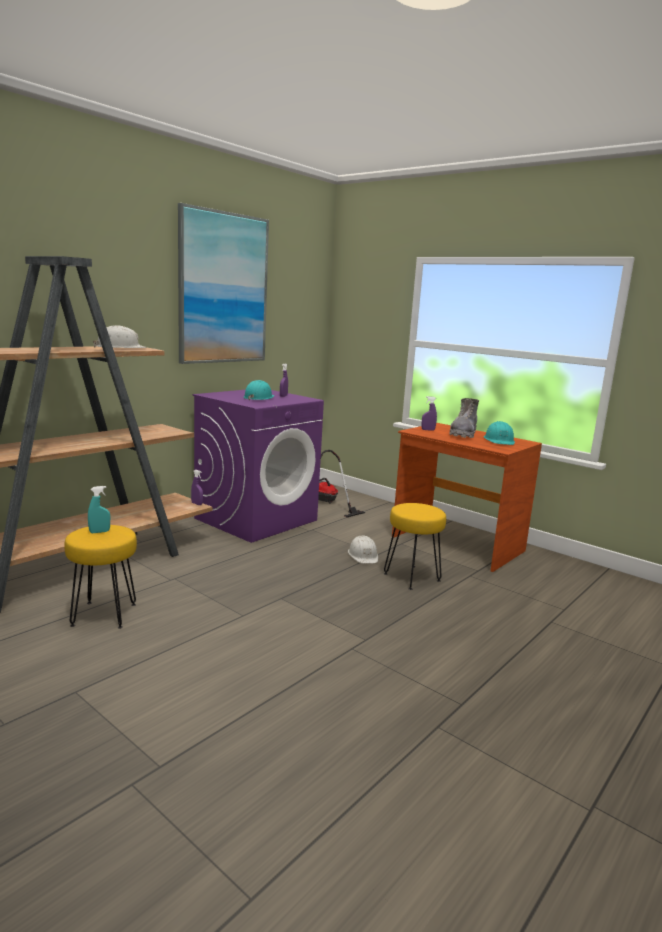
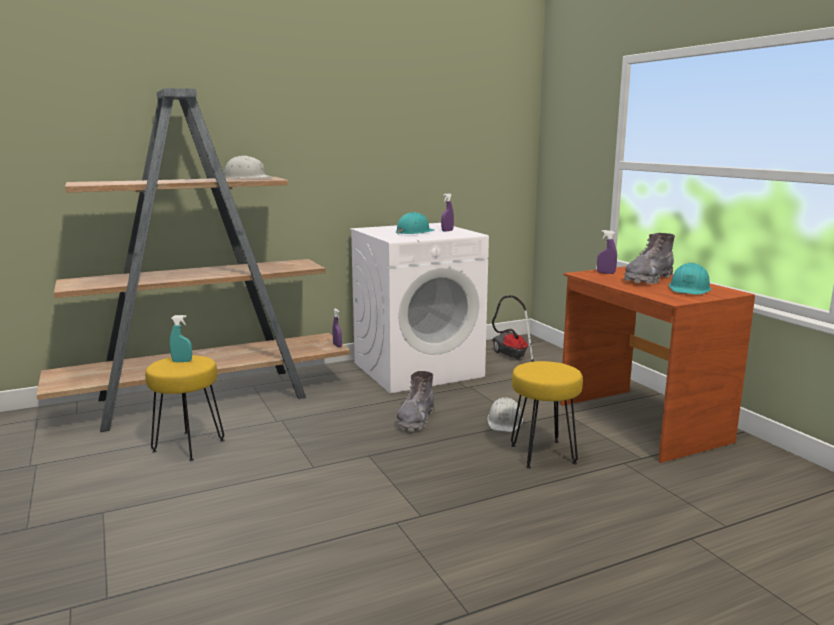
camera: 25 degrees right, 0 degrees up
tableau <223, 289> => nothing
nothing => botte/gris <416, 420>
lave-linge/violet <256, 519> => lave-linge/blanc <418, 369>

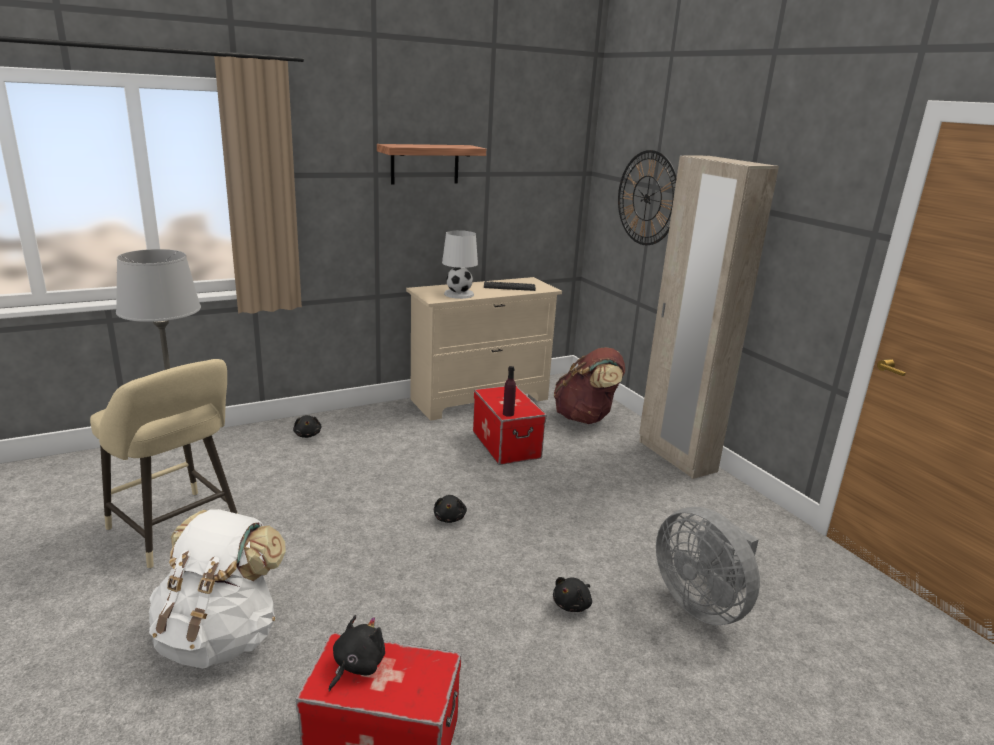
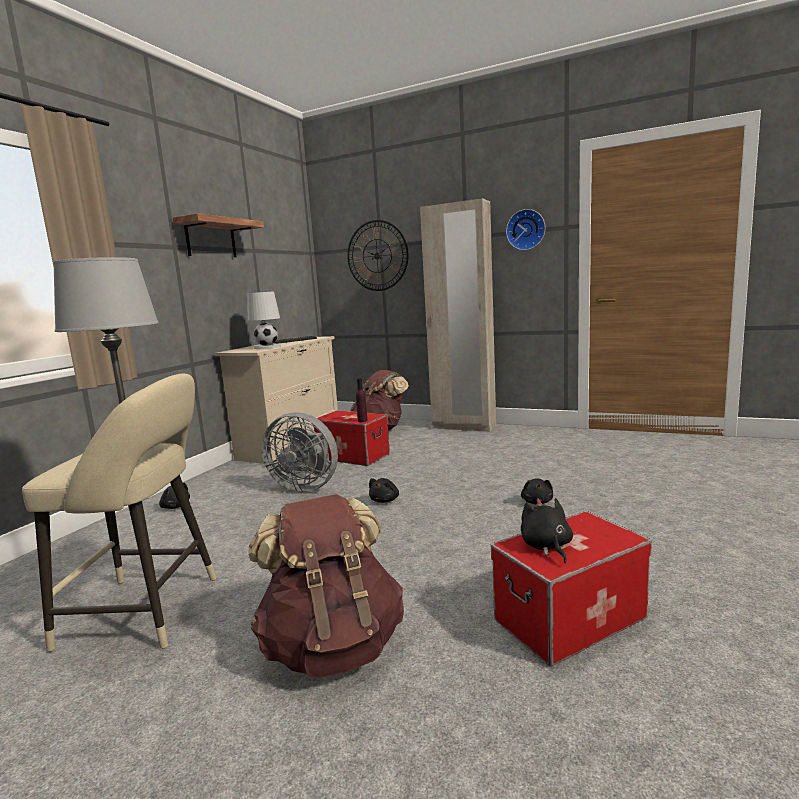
camera: 35 degrees left, 10 degrees down
nothing => horloge murale <526, 230>
ventilateur/gris <702, 603> => ventilateur/gris <306, 486>, shifted
sac à dos/blanc <220, 637> => sac à dos/marron <333, 646>
peluche/noir <450, 518> => peluche/noir <385, 500>, 60 degrees clockwise

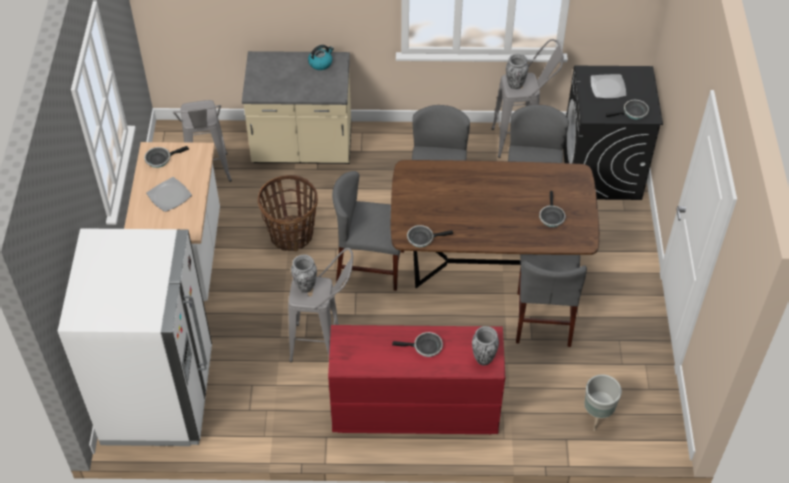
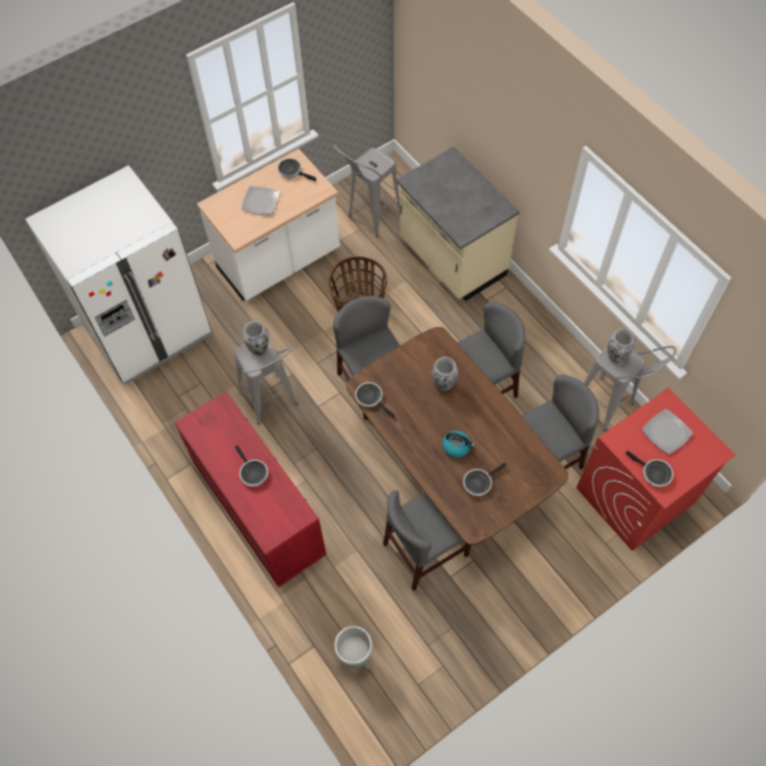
camera: 55 degrees right, 10 degrees up
bouilloire <320, 63> => bouilloire <457, 447>, shifted
vase <483, 358> => vase <443, 385>, shifted
lave-linge/noir <601, 171> => lave-linge/rouge <635, 496>

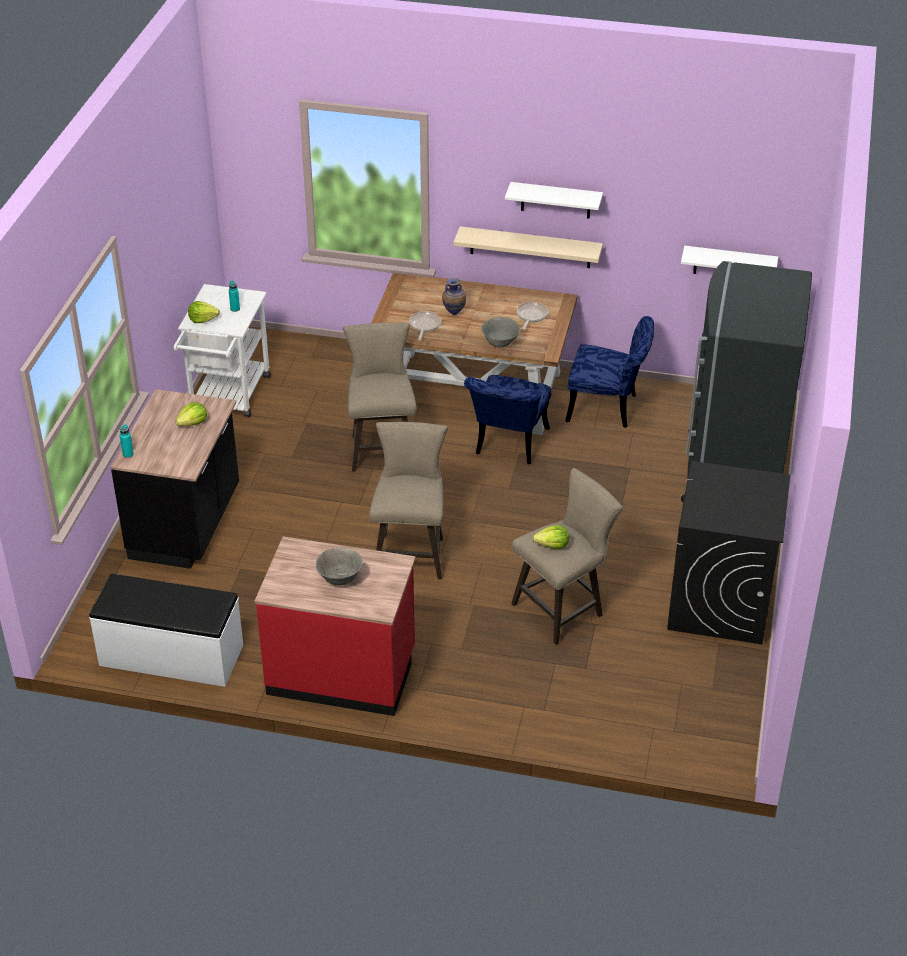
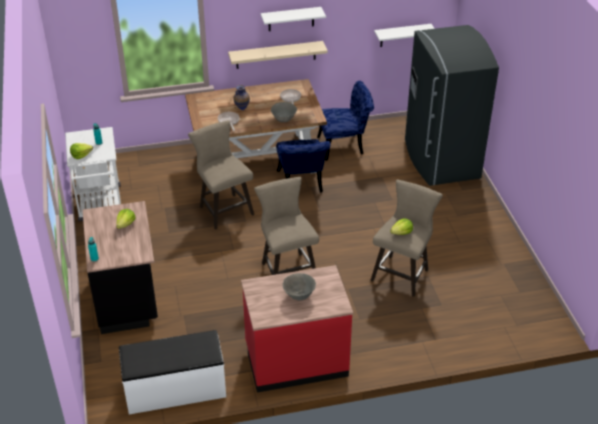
camera: 25 degrees left, 0 degrees up
lave-linge/noir <720, 603> => nothing

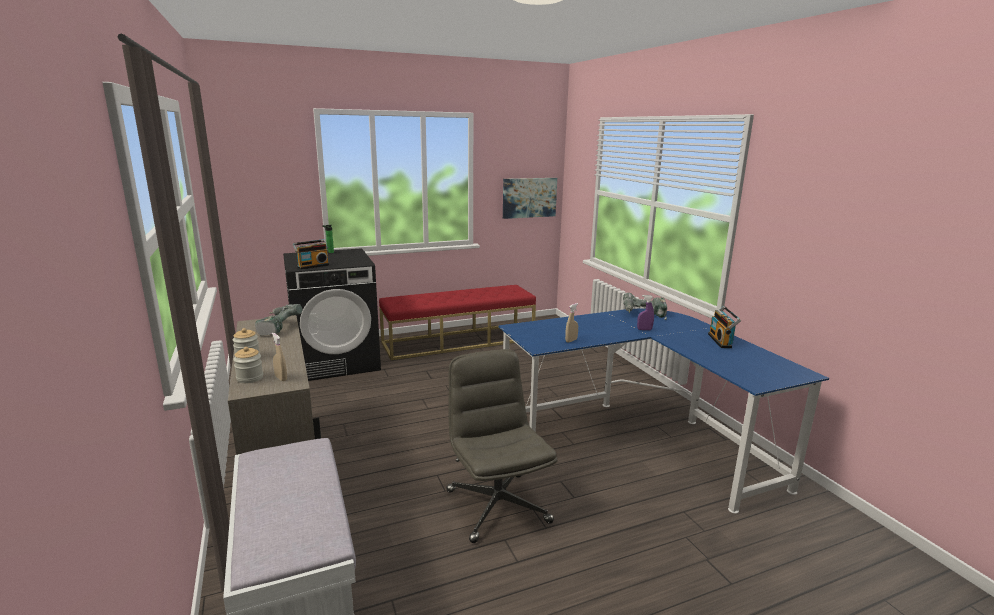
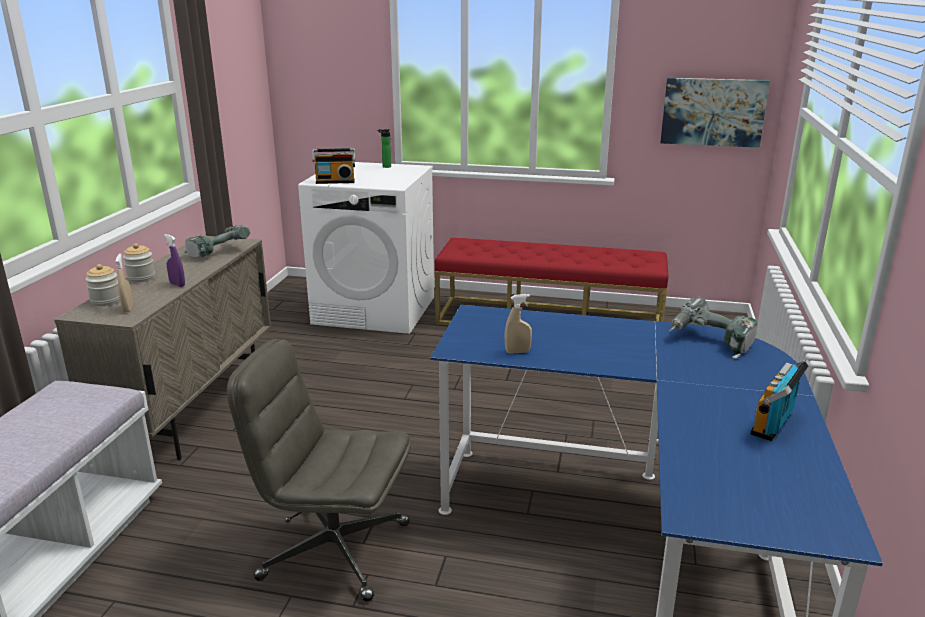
camera: 35 degrees right, 5 degrees up
vaporisateur/violet <644, 329> => vaporisateur/violet <177, 285>, shifted
lave-linge/noir <336, 361> => lave-linge/blanc <375, 310>
chaise de bureau/gris <497, 505> => chaise de bureau/gris <333, 550>, 90 degrees counterclockwise

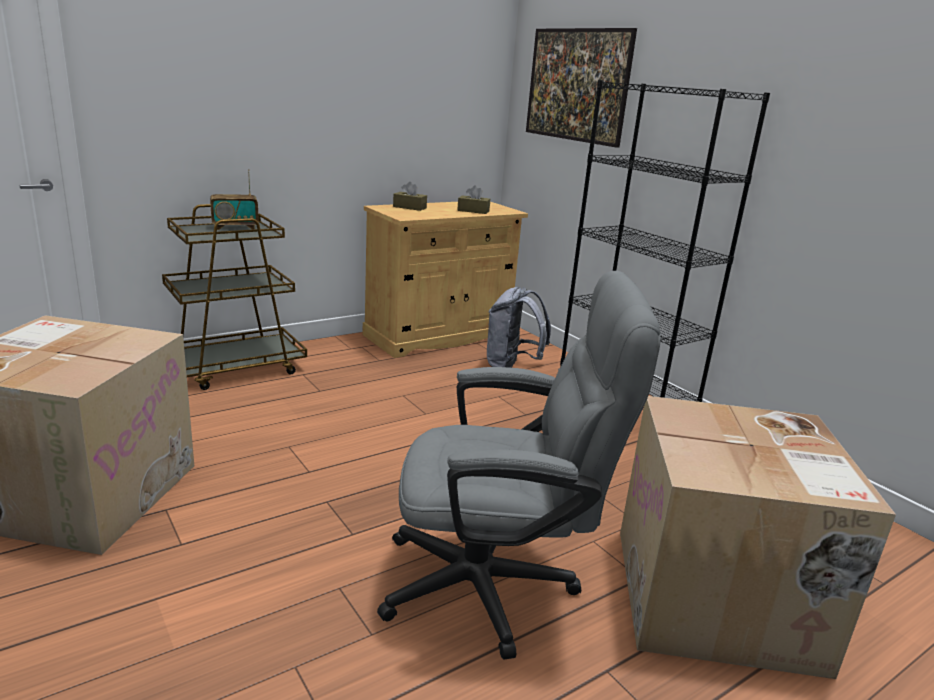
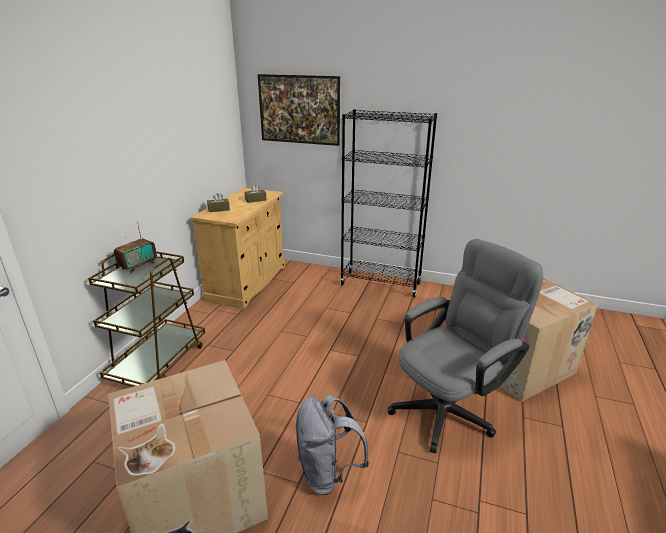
camera: 35 degrees left, 5 degrees up
sac à dos/gris <512, 367> => sac à dos/gris <328, 473>, shifted

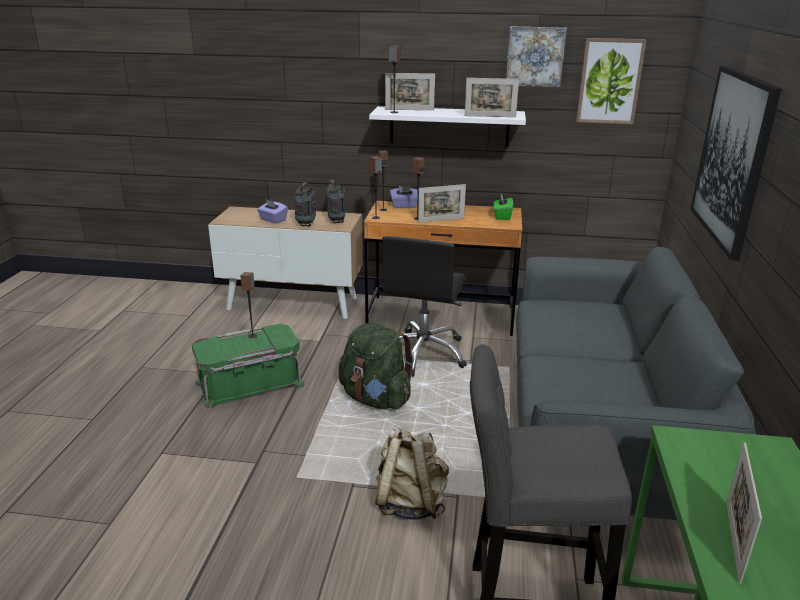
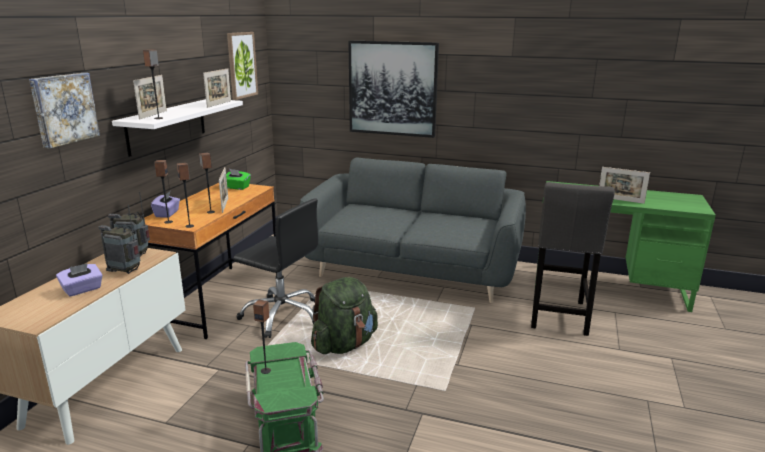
camera: 80 degrees left, 5 degrees down
sac à dos/beige <410, 503> => nothing
tableau <535, 56> => tableau <63, 109>, shifted

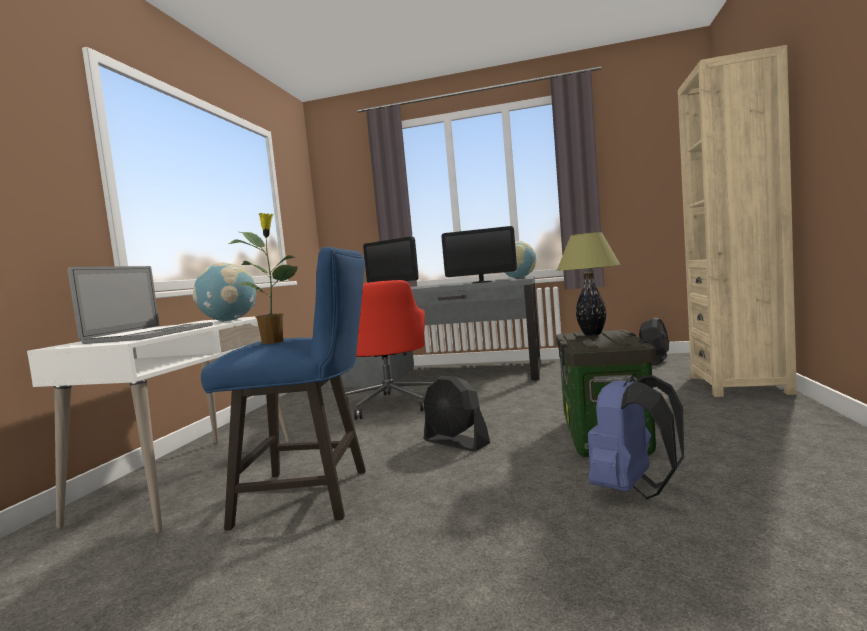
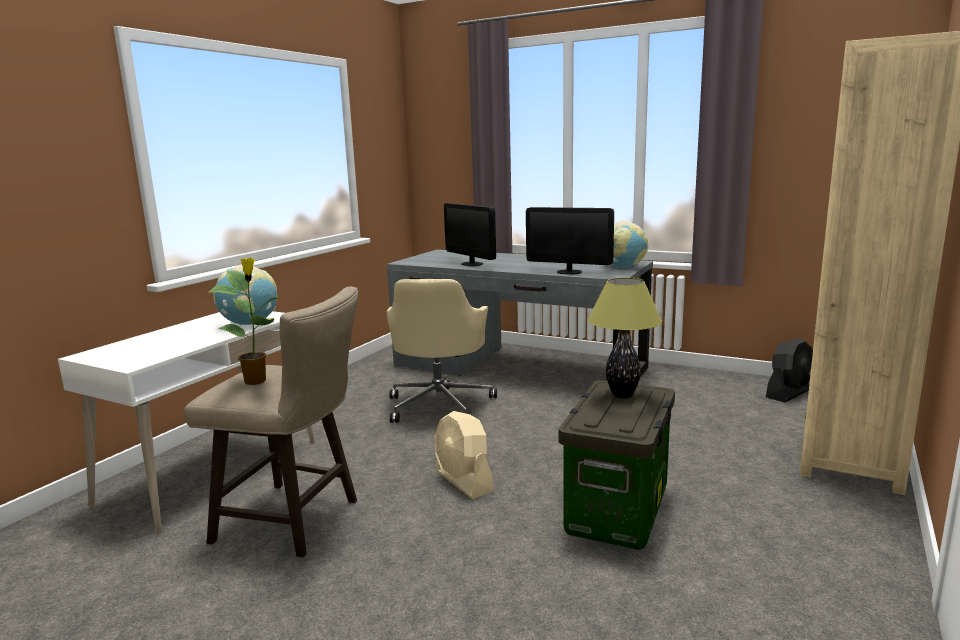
camera: 15 degrees right, 10 degrees up
ordinateur portable <151, 334> => nothing
sac à dos/bleu <633, 490> => nothing
tabouret/bleu <314, 495> => tabouret/beige <296, 521>
chaise de bureau/rouge <391, 403> => chaise de bureau/beige <440, 404>
ventilateur/noir <456, 442> => ventilateur/beige <463, 481>

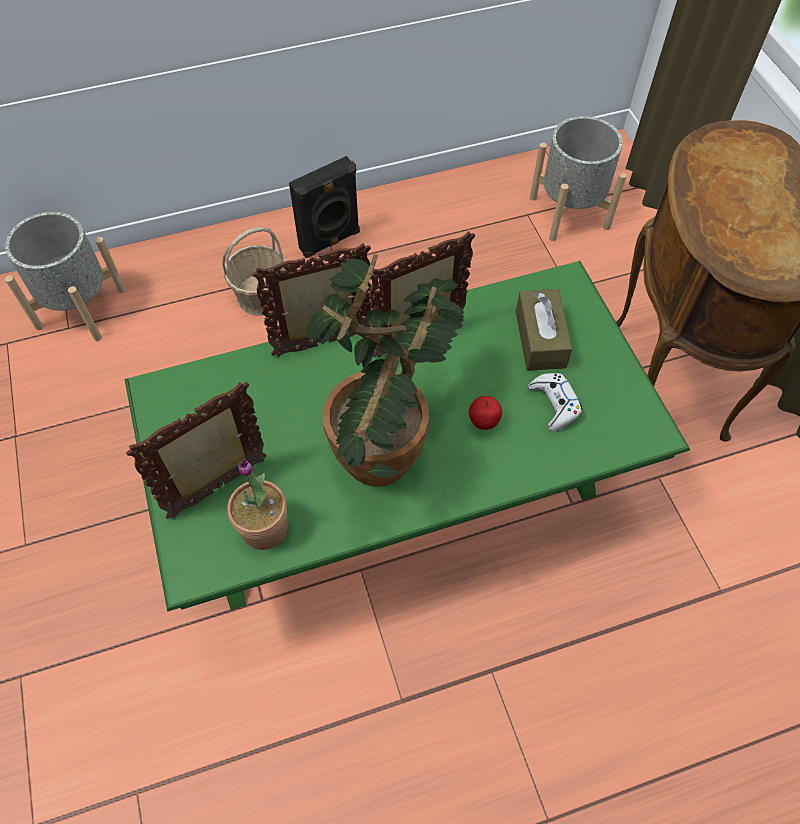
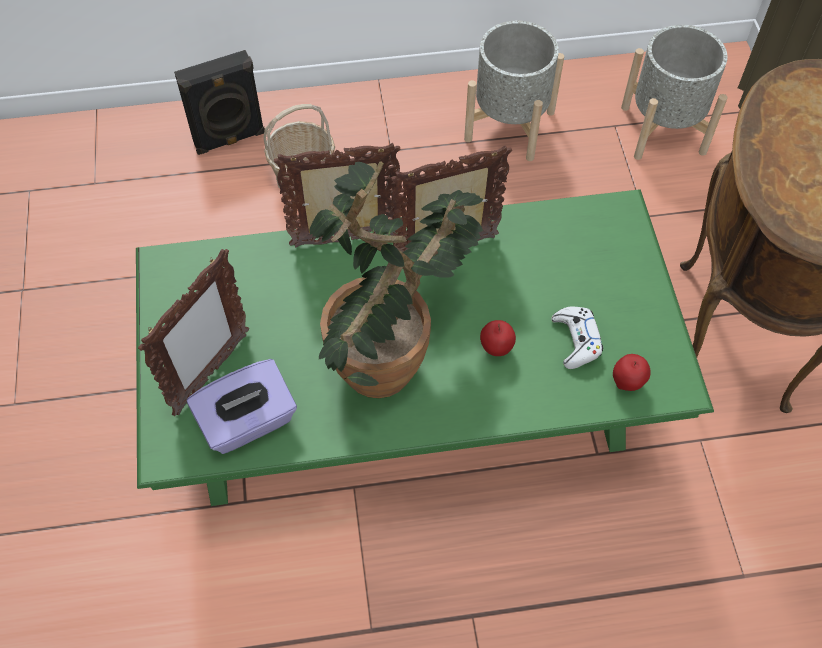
camera: 10 degrees right, 0 degrees up
boîte à mouchoirs/marron <540, 339> => nothing
nothing => pomme <627, 383>
cache-pot/gris <82, 308> => cache-pot/gris <510, 126>, shifted
enceinte/noir <330, 242> => enceinte/noir <230, 140>, shifted
plante en pot <264, 529> => boîte à mouchoirs/violet <248, 422>
cadre photo <220, 488> => cadre photo <211, 374>, 150 degrees clockwise

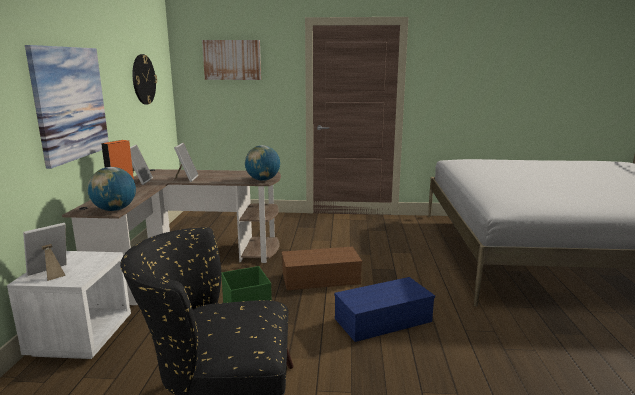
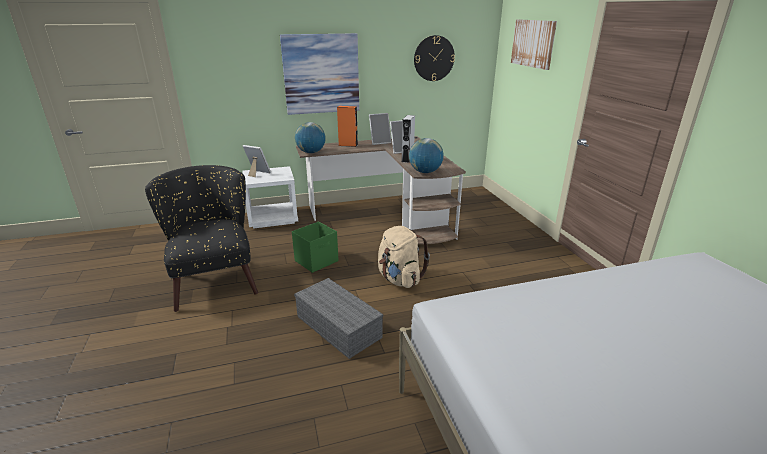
camera: 70 degrees right, 10 degrees up
nothing => enceinte/gris <407, 159>
boîte de rangement/marron <321, 278> => sac à dos/beige <399, 279>
boîte de rangement/bleu <383, 319> => boîte de rangement/gris <340, 327>

